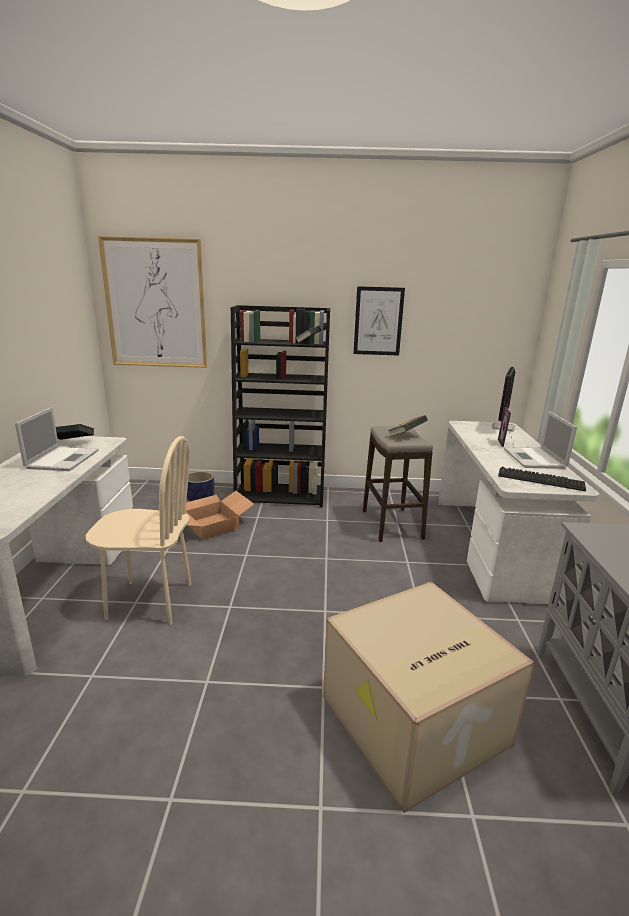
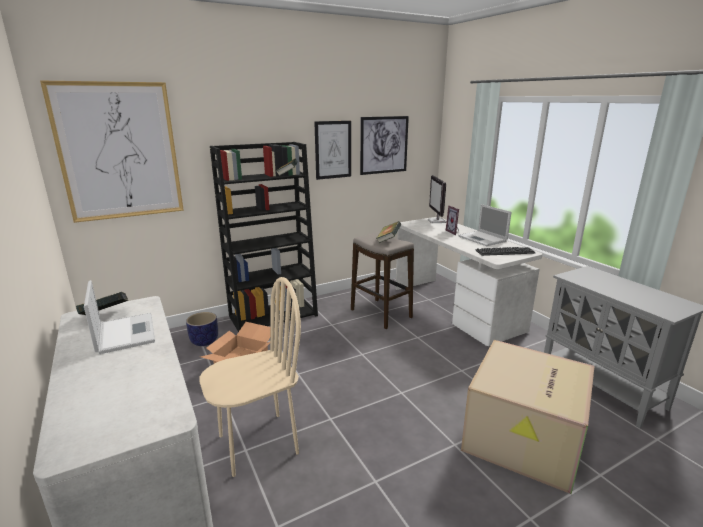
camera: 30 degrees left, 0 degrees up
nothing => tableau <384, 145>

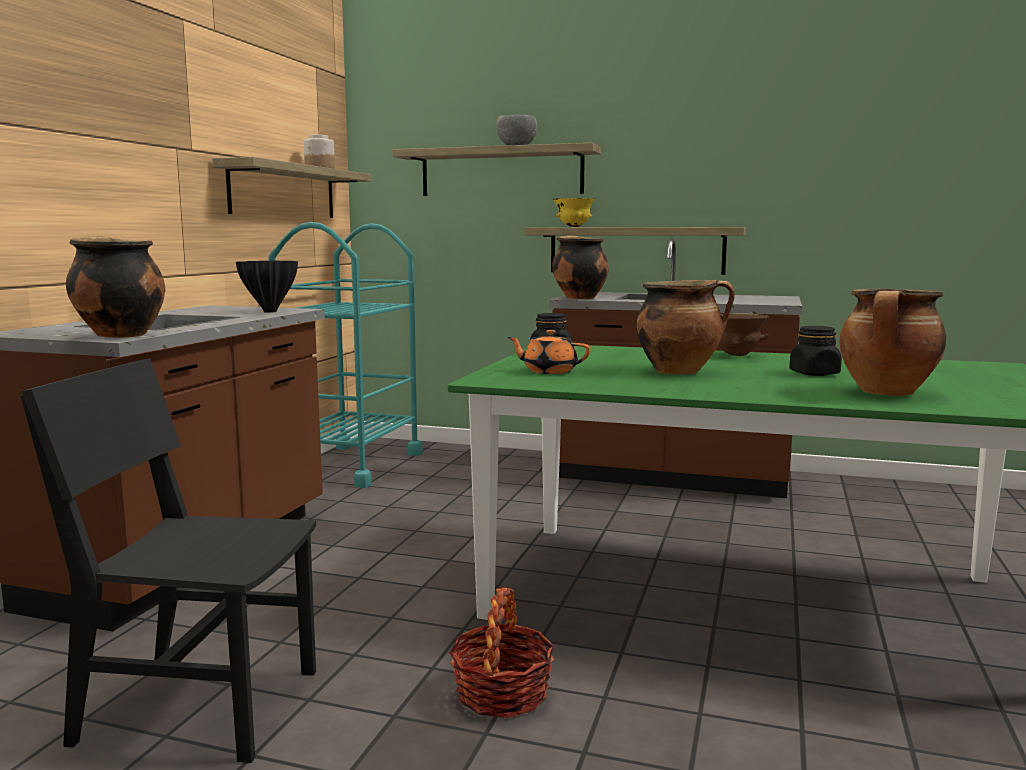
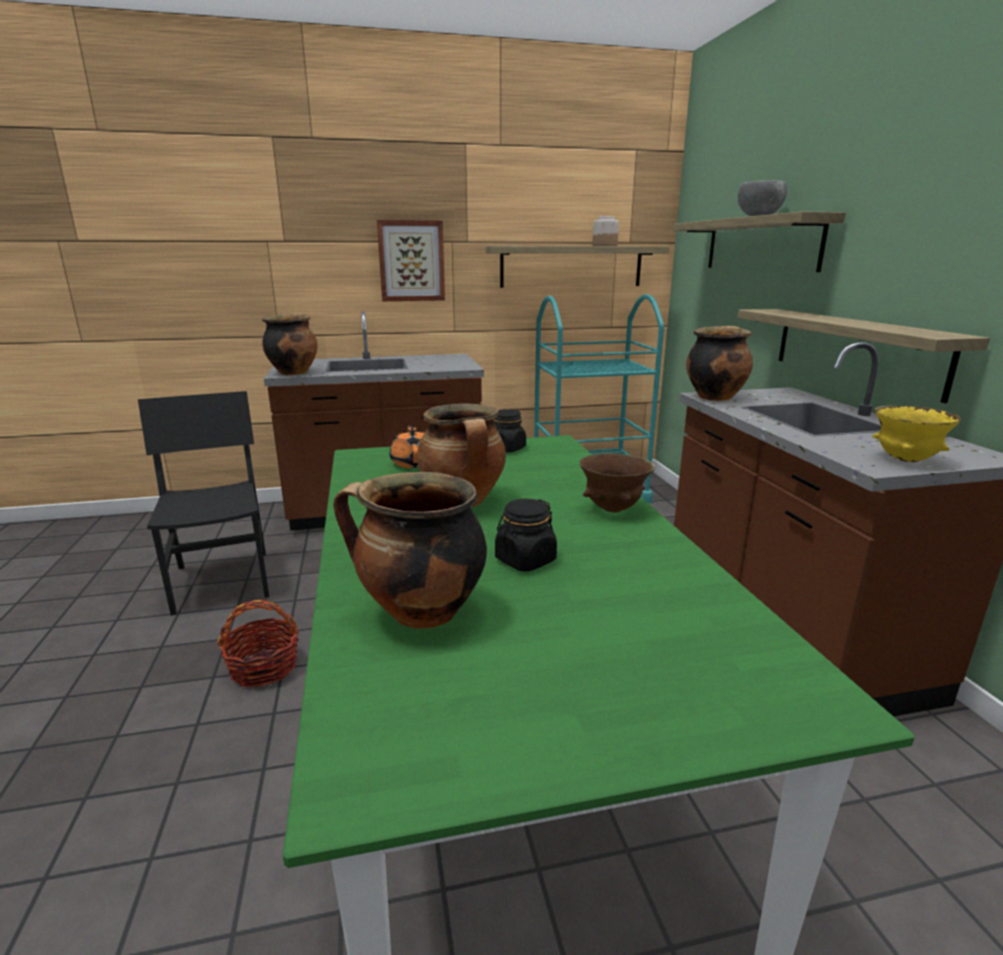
camera: 60 degrees right, 10 degrees up
vase/noir <271, 311> => nothing
nothing => tableau <411, 261>
bol/jaune <573, 227> => bol/jaune <905, 460>, shifted

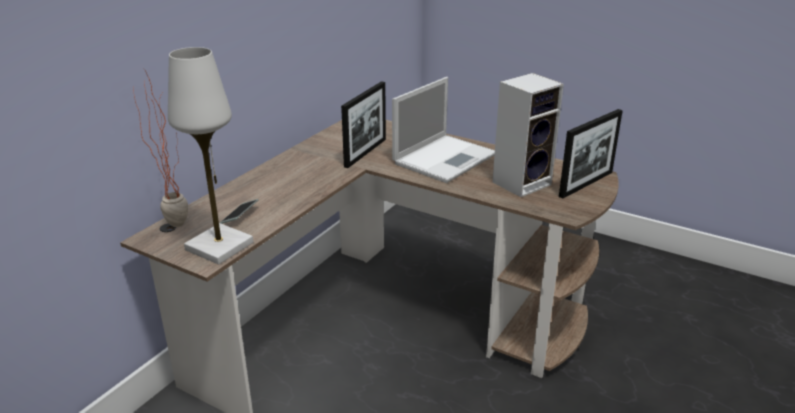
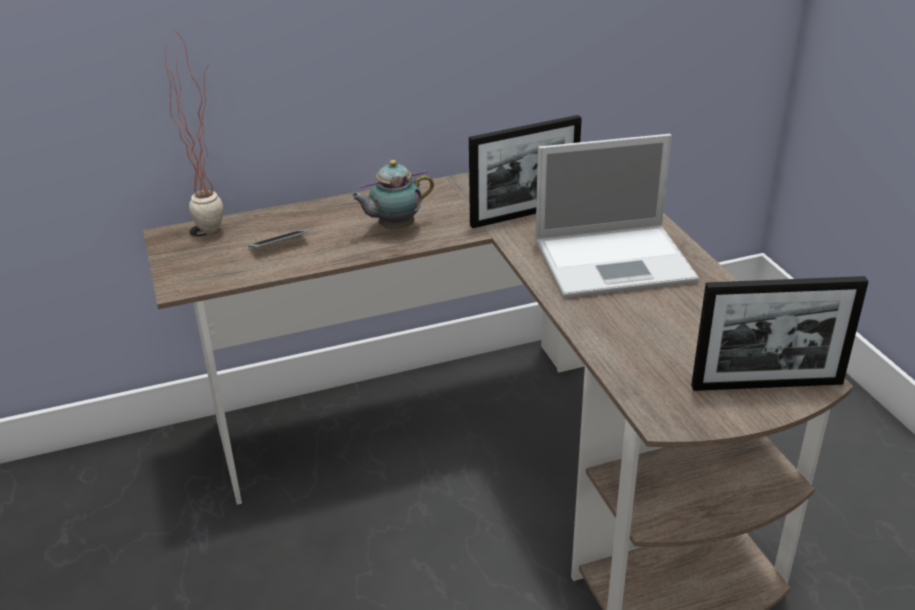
camera: 40 degrees right, 5 degrees up
lampe de table/blanc <219, 246> => nothing
enceinte <522, 182> => nothing
nothing => théière <393, 228>

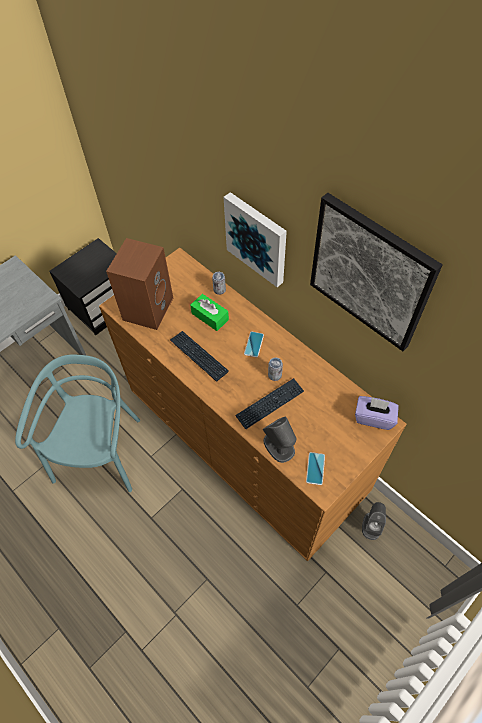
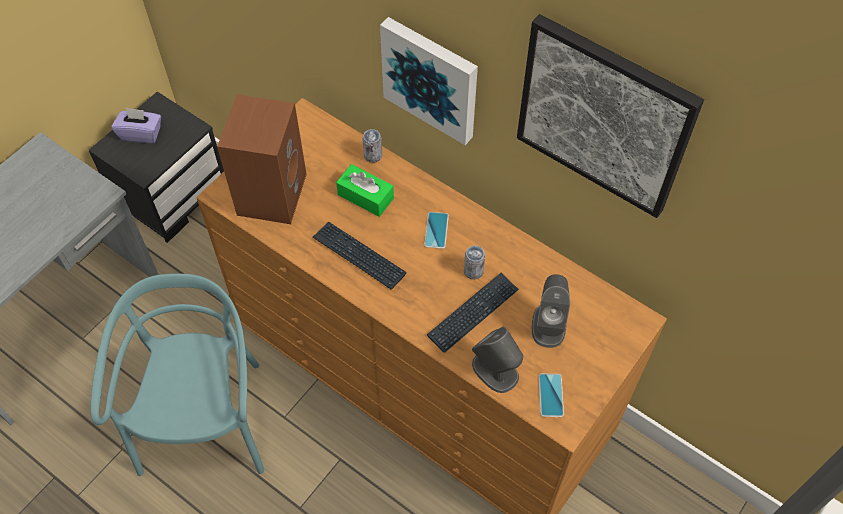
camera: 10 degrees left, 0 degrees up
boîte à mouchoirs/violet <374, 417> => boîte à mouchoirs/violet <141, 133>, shifted
enceinte/gris <372, 525> => enceinte/gris <549, 324>, shifted

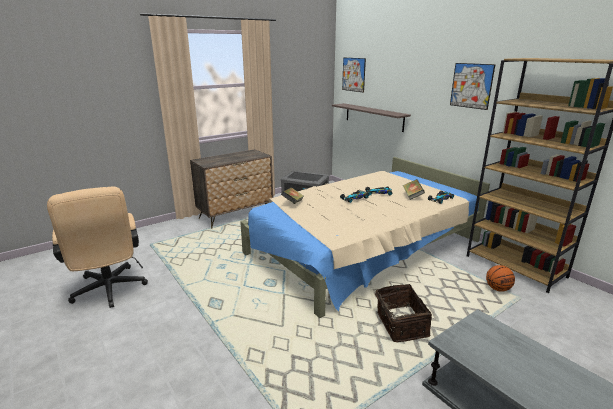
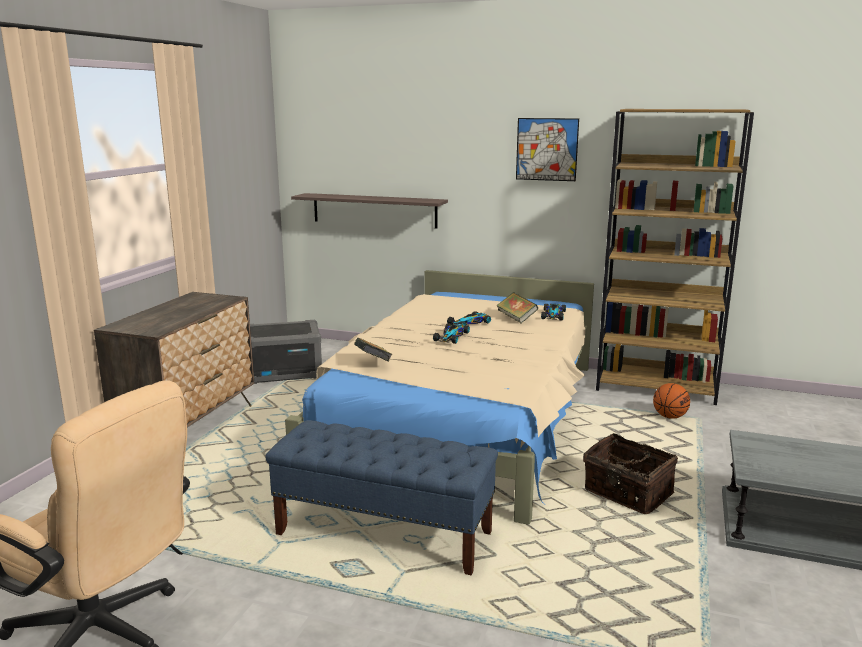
camera: 35 degrees left, 5 degrees down
tableau <353, 74> => nothing
nothing => banc/bleu <384, 534>

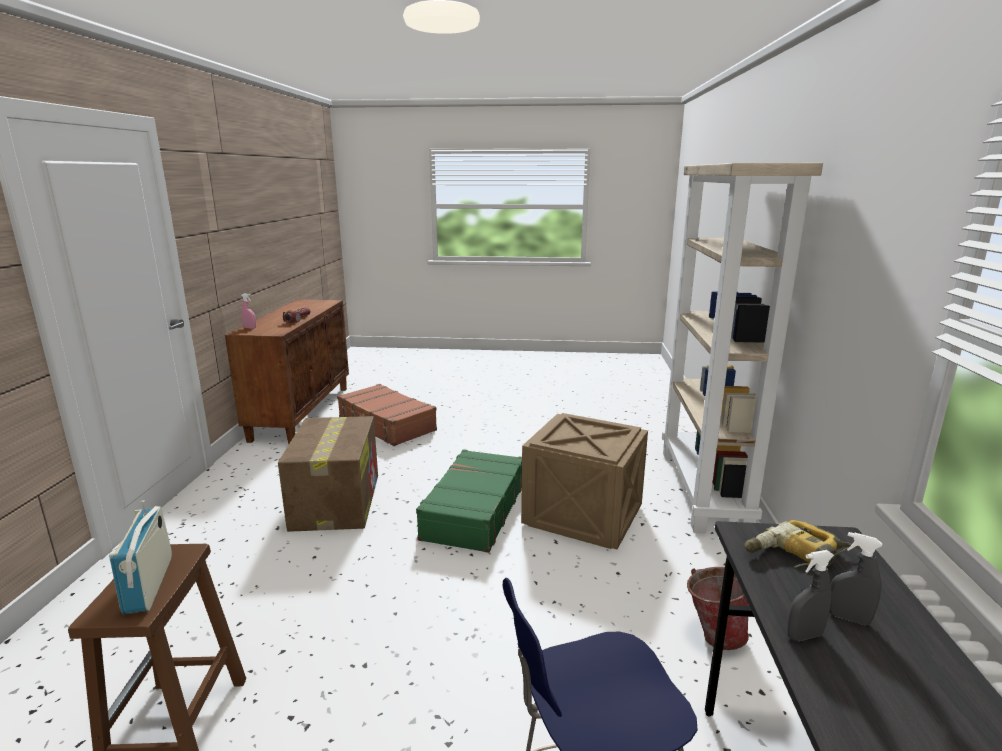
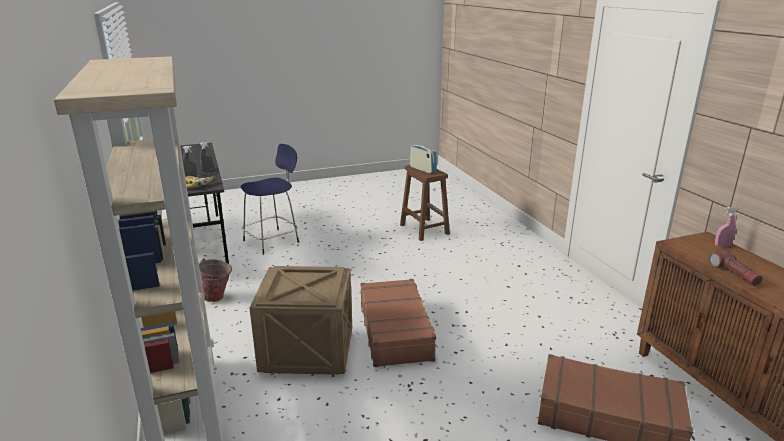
camera: 155 degrees right, 5 degrees up
carton <336, 500> => nothing
valise/vert <473, 511> => valise/marron <396, 331>

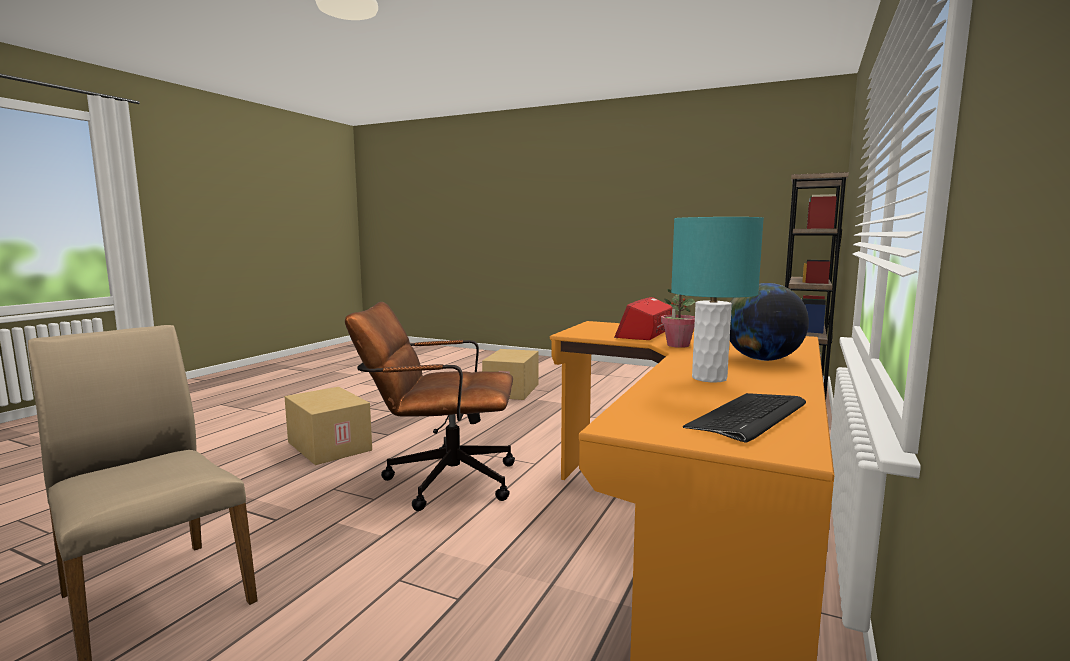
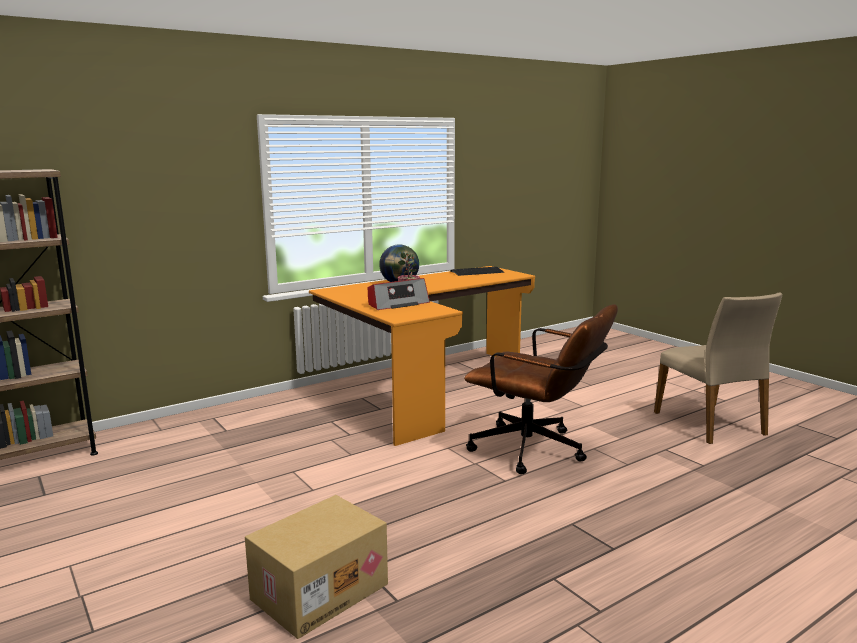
camera: 150 degrees left, 5 degrees up
carton <327, 446> => nothing
lampe de table/turquoise <709, 378> => nothing

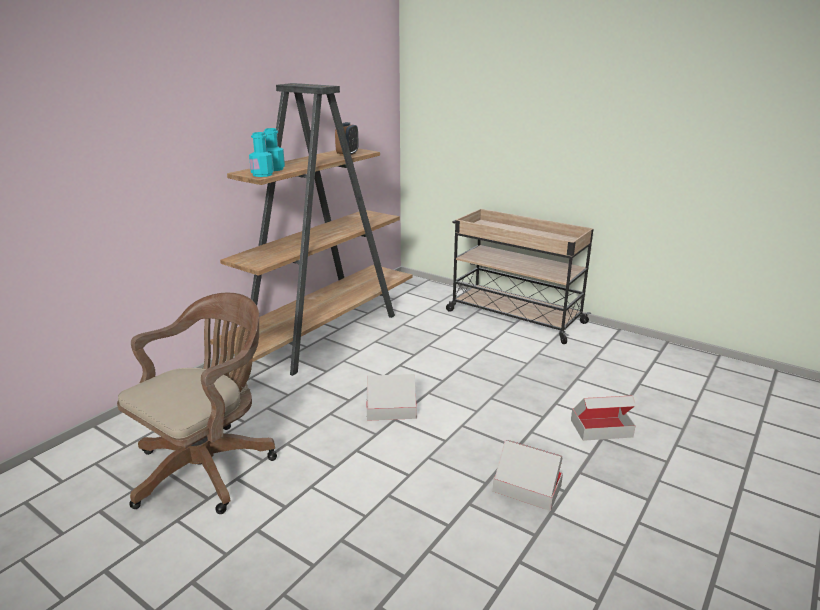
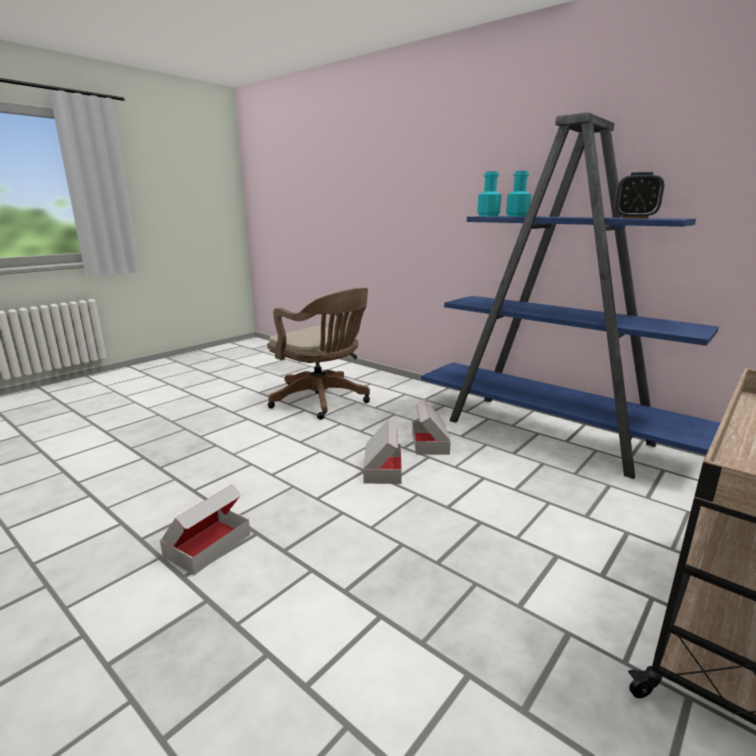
camera: 95 degrees right, 5 degrees down
carton <601, 428> => carton <430, 442>, shifted
bibliothèque/marron <325, 333> => bibliothèque/bleu <550, 433>

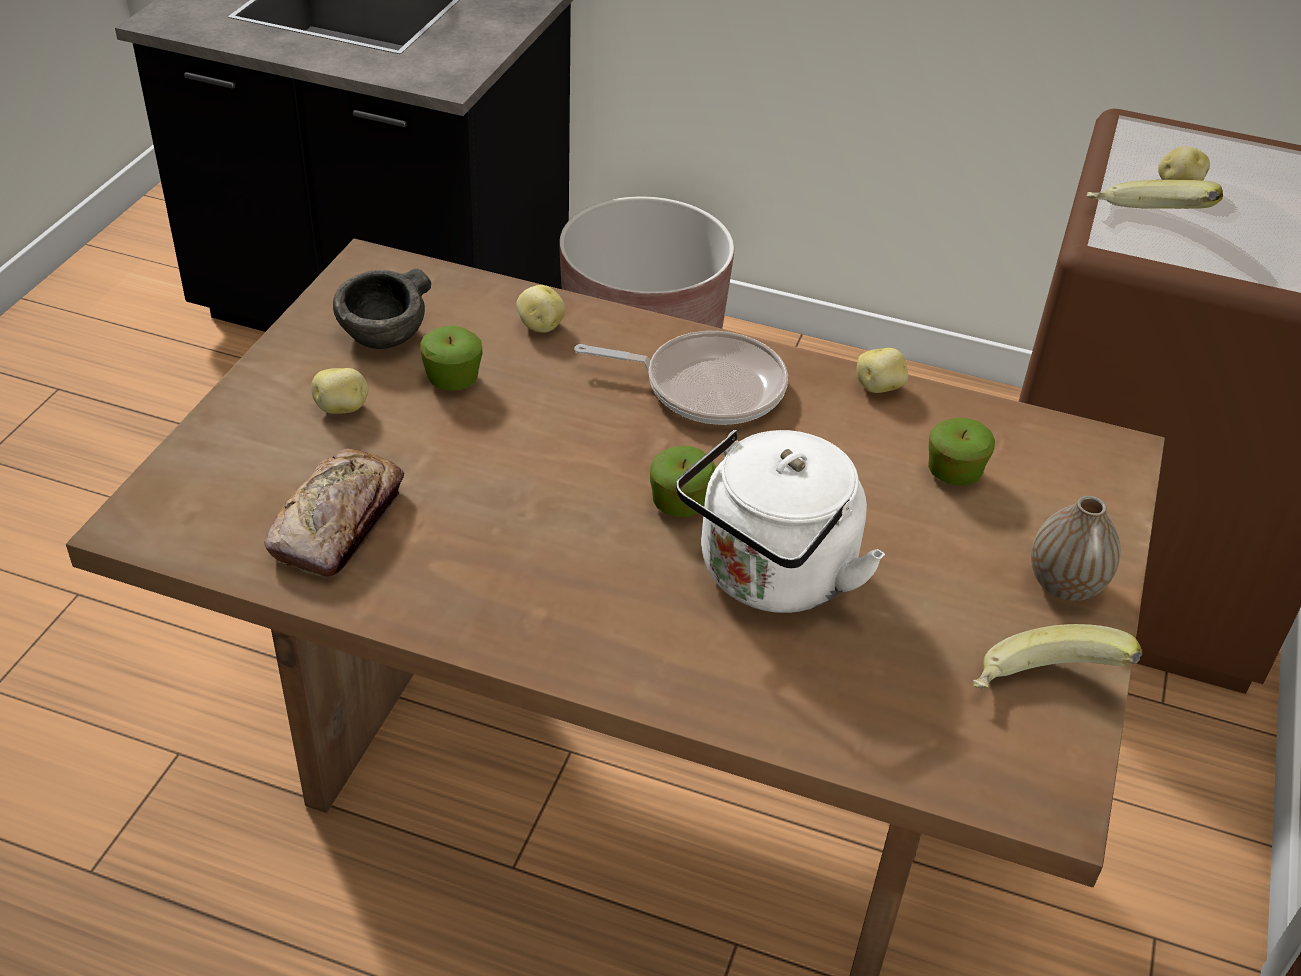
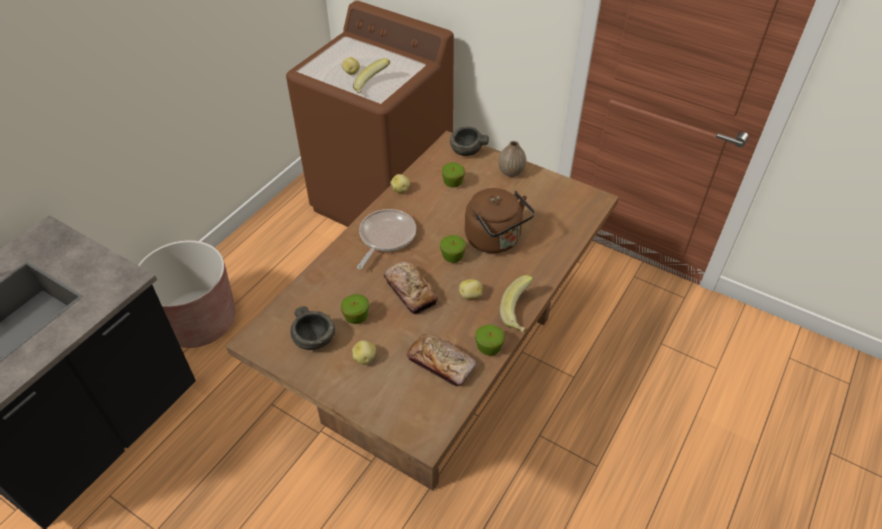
camera: 75 degrees left, 5 degrees up
nothing => pain <410, 291>
nothing => bol/gris <466, 151>
nothing => pomme <489, 347>
pomme de terre <540, 326> => pomme de terre <471, 295>, shifted
banane <1043, 690> => banane <520, 313>, shifted
bouilloire/blanc <770, 577> => bouilloire/marron <495, 240>

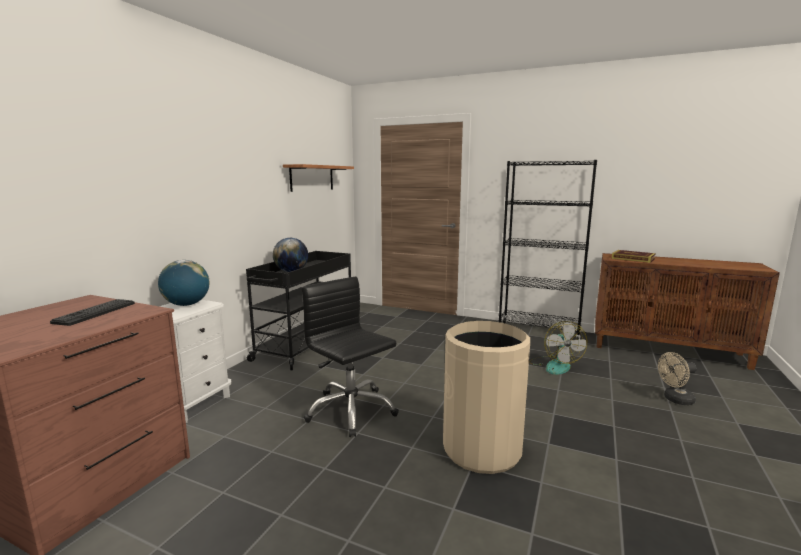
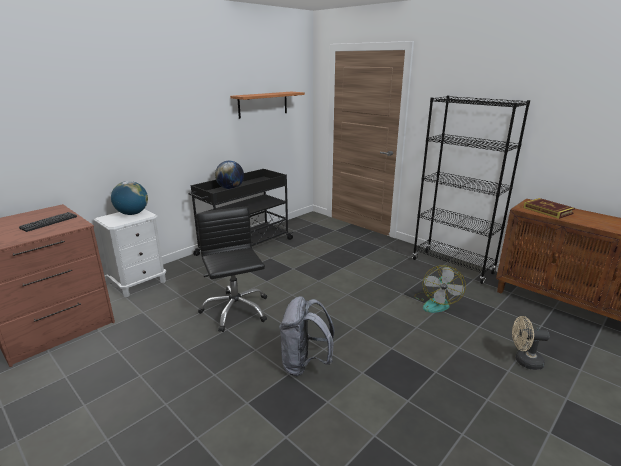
camera: 20 degrees right, 10 degrees up
poubelle/beige <482, 449> => sac à dos/gris <305, 364>

